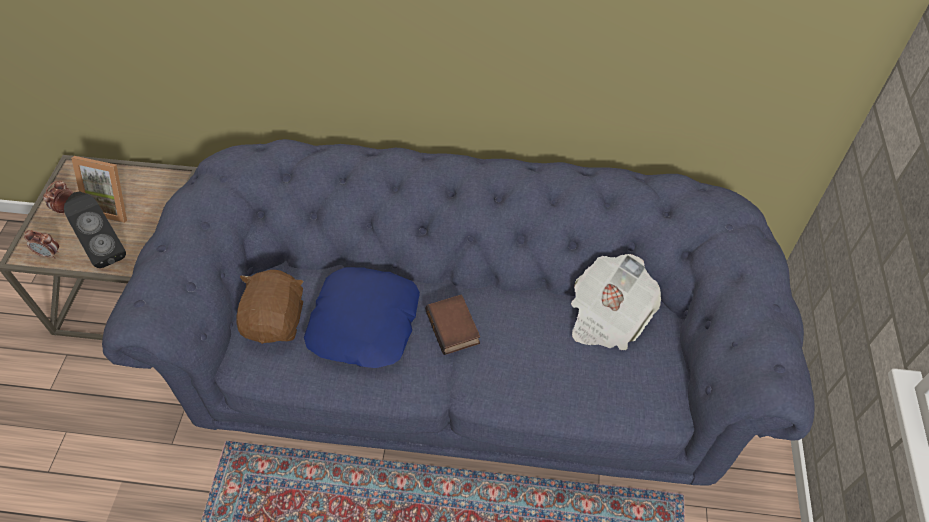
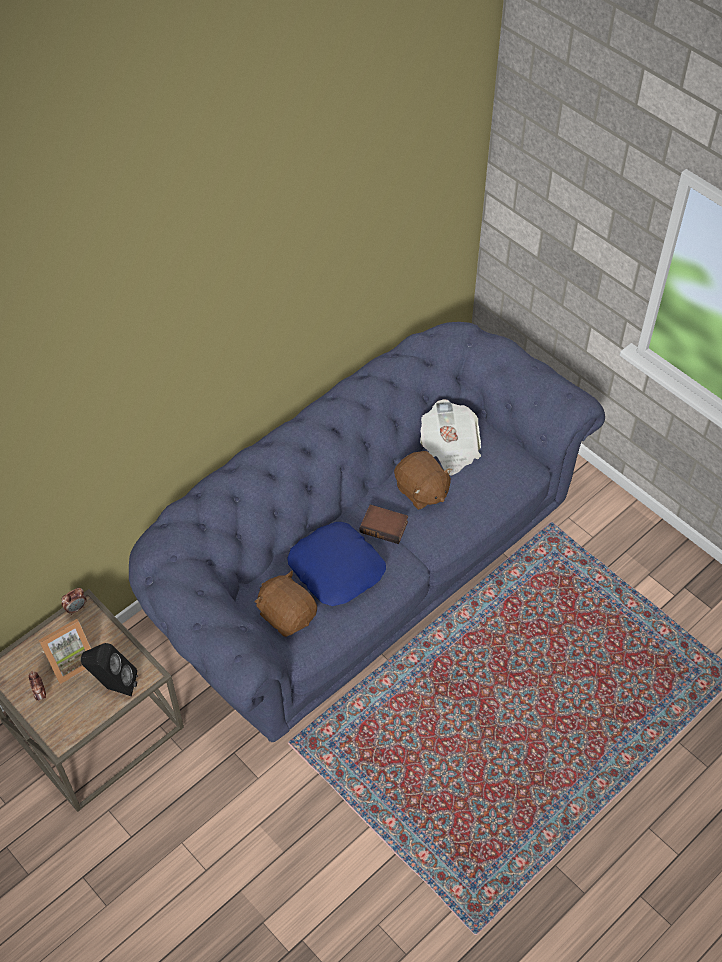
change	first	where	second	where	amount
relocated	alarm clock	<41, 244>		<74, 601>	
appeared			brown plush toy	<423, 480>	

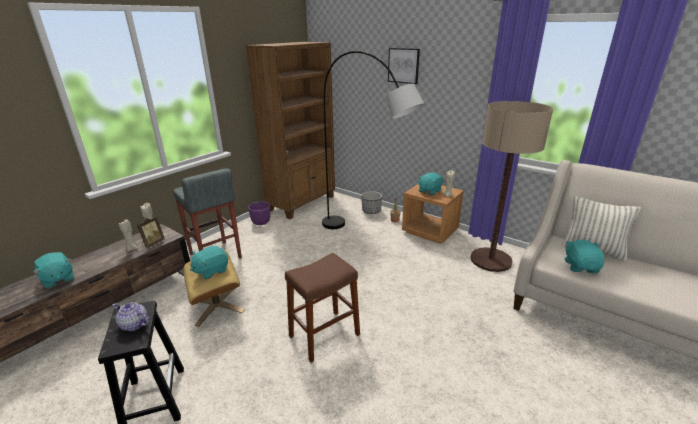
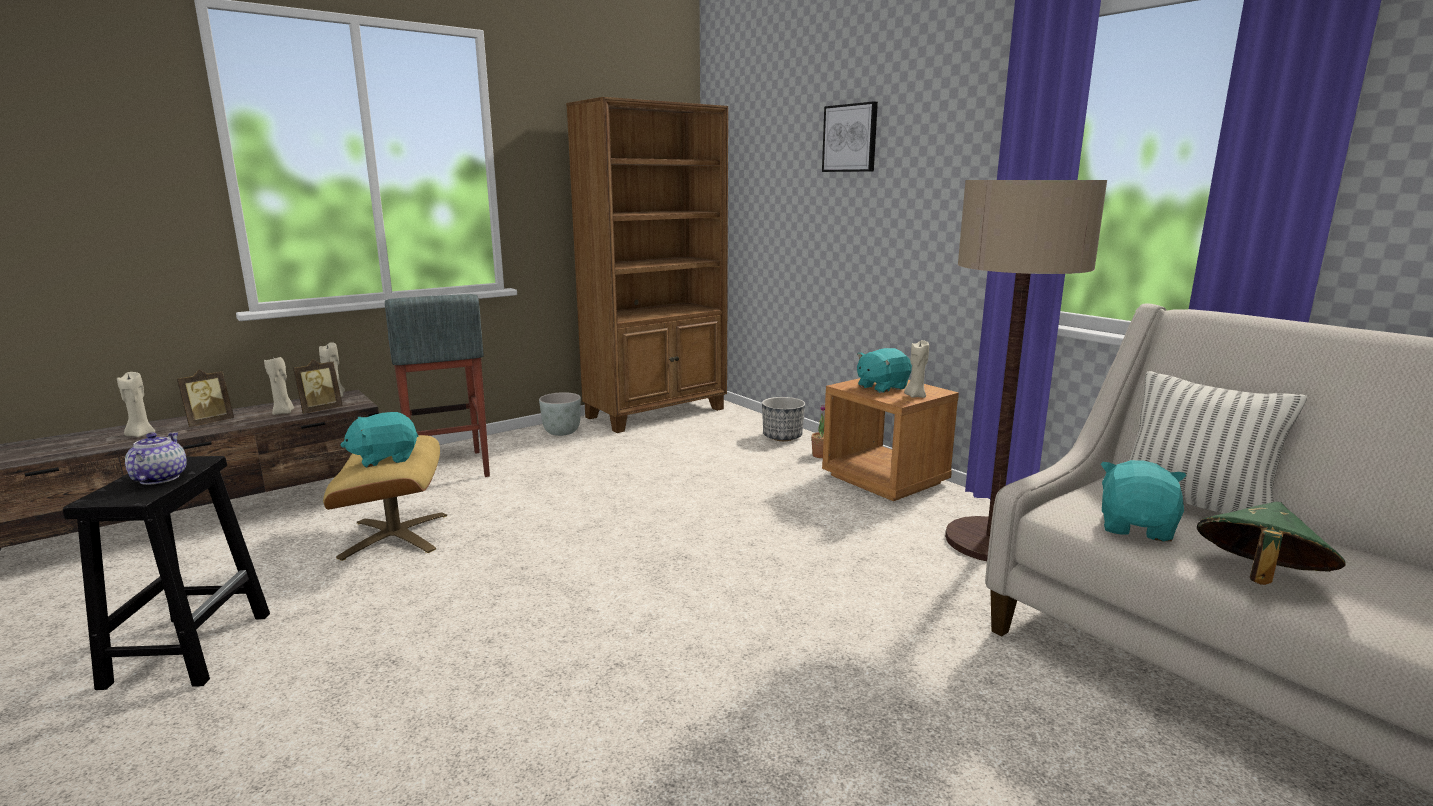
change	first	where	second	where	amount
missing	grey floor lamp	<373, 140>			
colour	purple planter	<259, 213>	grey planter	<560, 414>	
exchanged	turquoise plush toy	<53, 270>	beige candle	<136, 404>	
missing	brown stool	<322, 307>			
spun	teapot	<130, 316>		<156, 458>	45 degrees clockwise
appeared			picture frame	<205, 398>	
appeared			green hat	<1271, 543>	

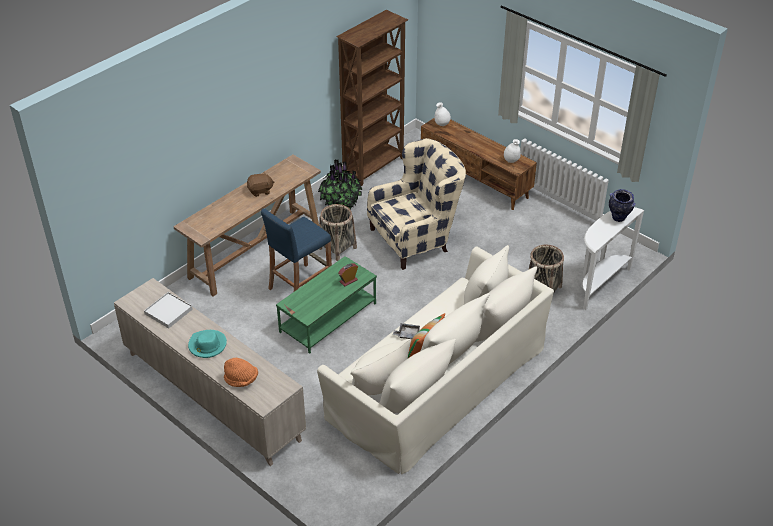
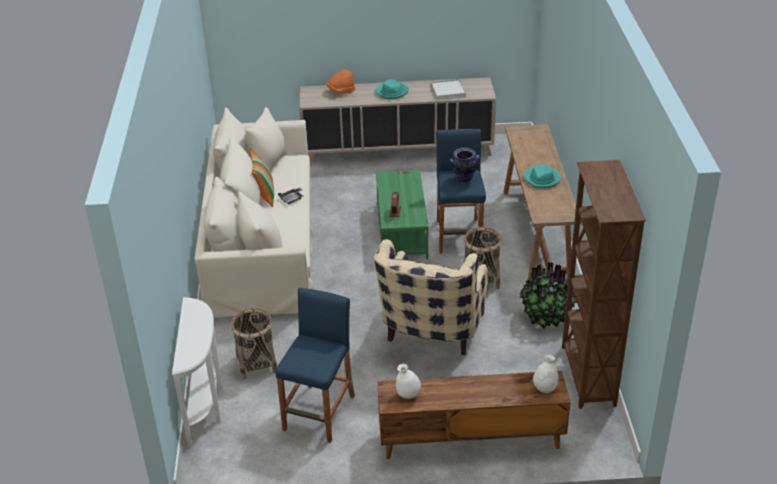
change	first	where	second	where	amount
exchanged	brown plush toy	<260, 184>	turquoise hat	<542, 176>	
relocated	vase	<622, 205>		<464, 165>	
appeared			blue stool	<315, 365>	

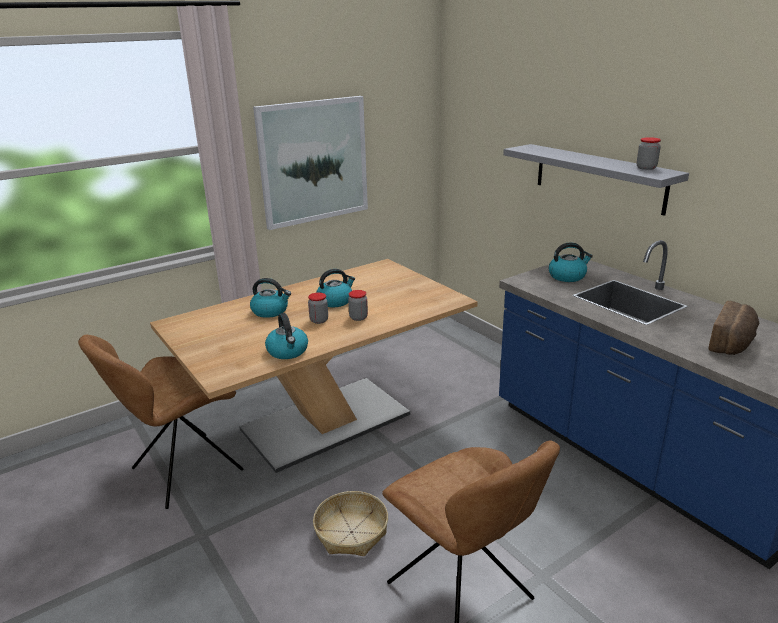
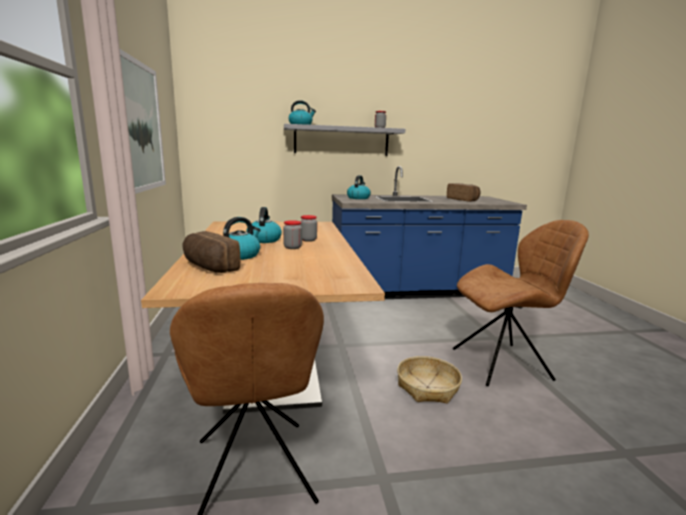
change	first	where	second	where	amount
relocated	kettle	<286, 336>		<302, 112>	
appeared			bread	<211, 252>	

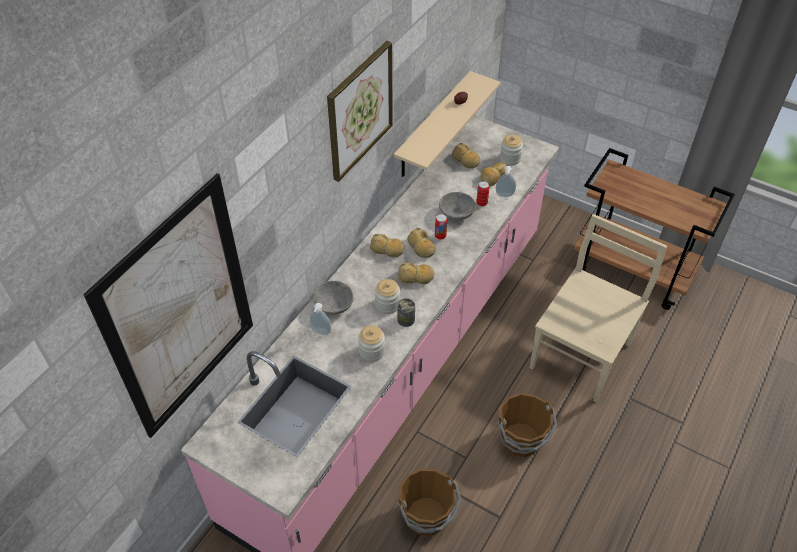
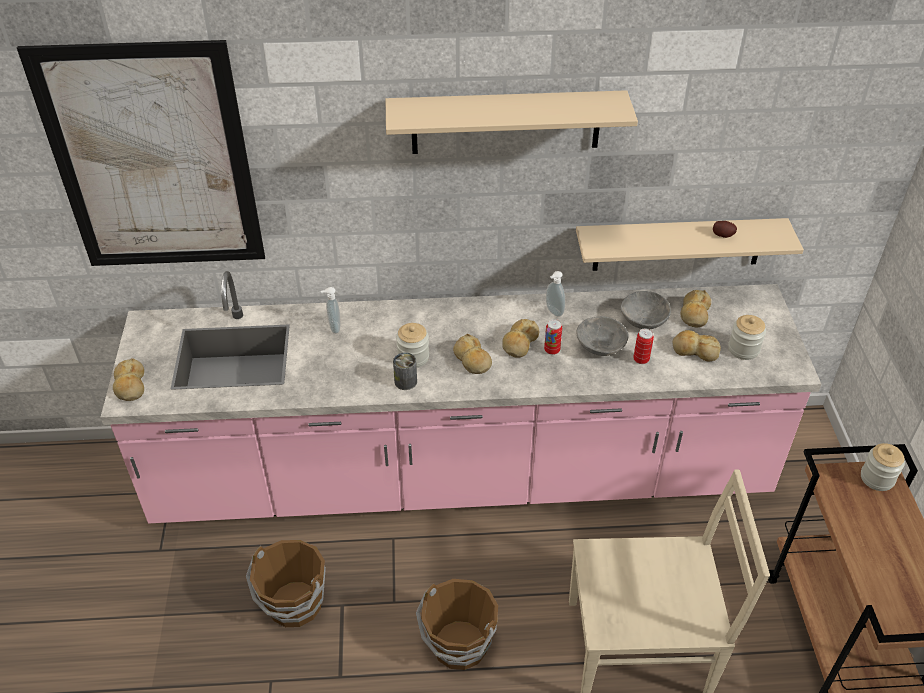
change	first	where	second	where	amount
exchanged	picture	<360, 111>	beige shelf	<512, 122>	
relocated	soap dispenser	<505, 181>		<555, 294>	
relocated	bread	<387, 246>		<128, 379>	
relocated	grey bowl	<333, 298>		<646, 310>	
relocated	jar	<371, 343>		<883, 467>	

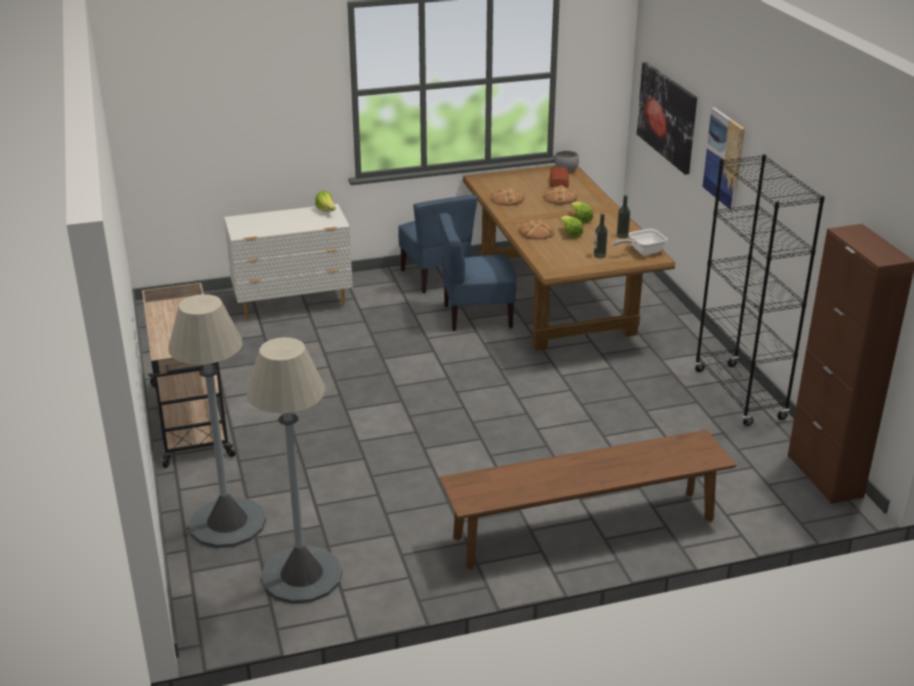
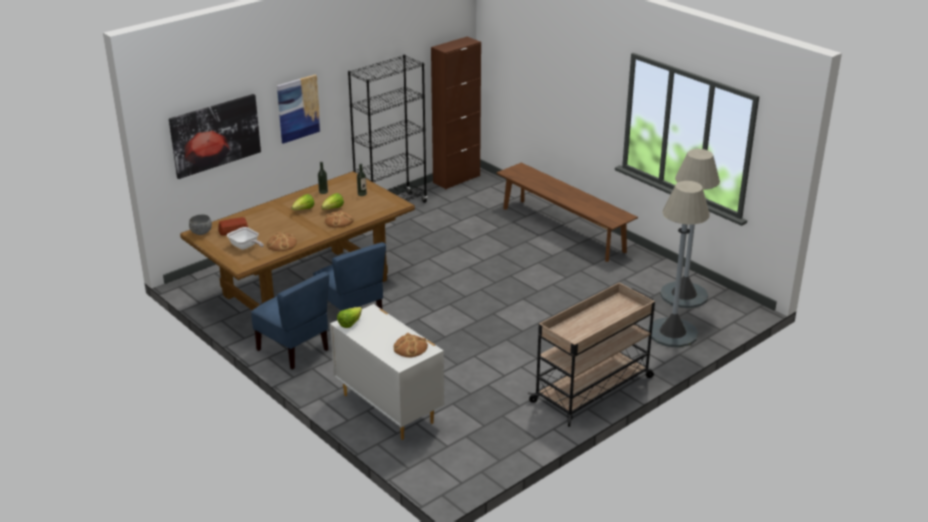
change	first	where	second	where	amount
relocated	bread	<560, 194>		<411, 345>	
spun	blue chair	<437, 244>		<290, 320>	90 degrees clockwise
relocated	frying pan	<640, 242>		<245, 238>	

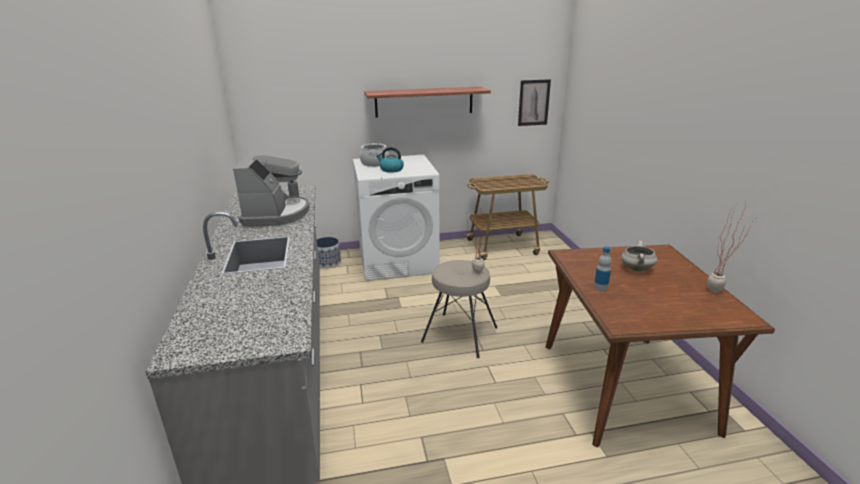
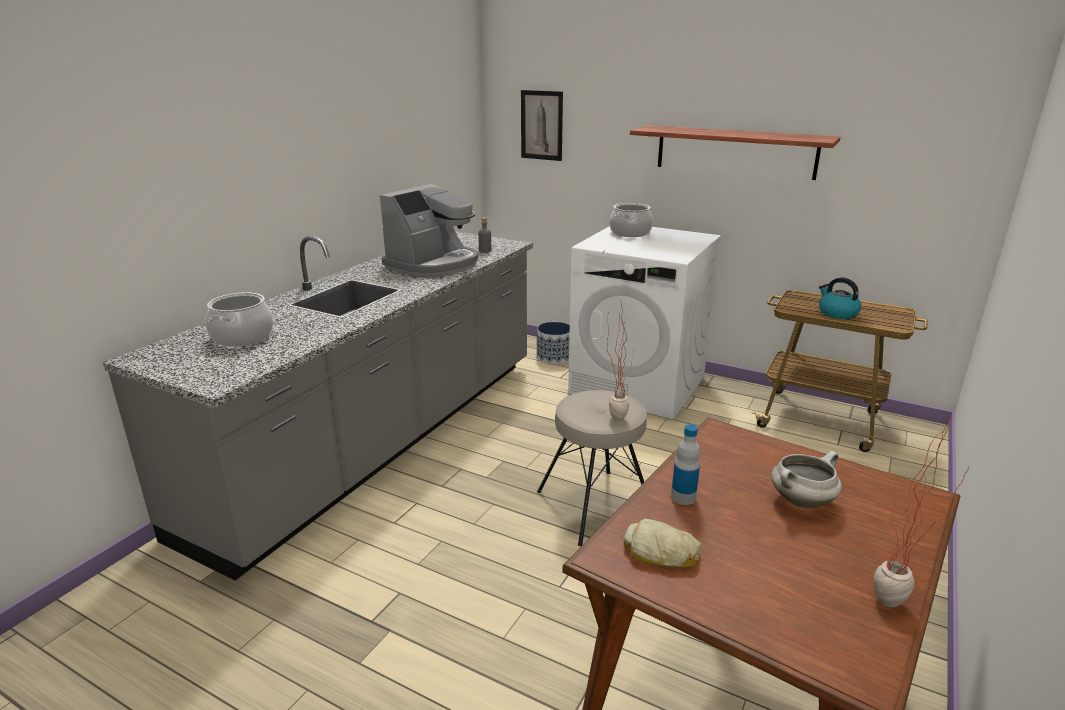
change	first	where	second	where	amount
relocated	picture	<534, 102>		<542, 125>	
relocated	kettle	<390, 160>		<840, 298>	
appeared			cooking pot	<239, 319>	
appeared			bread	<662, 543>	

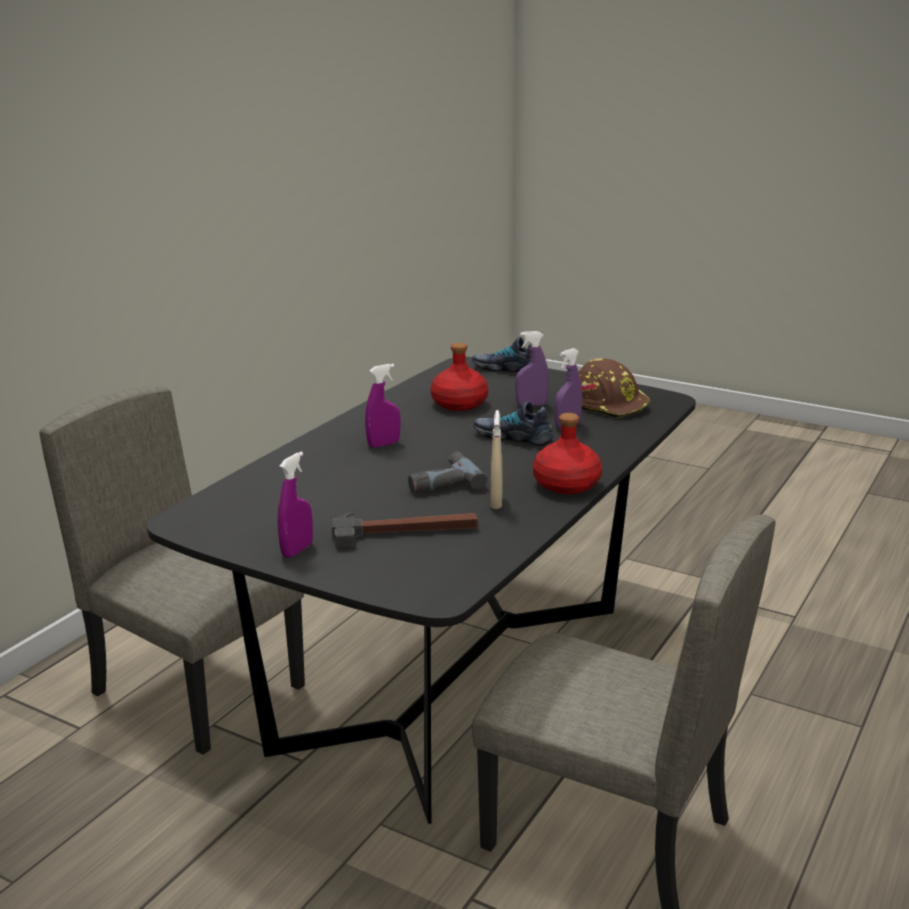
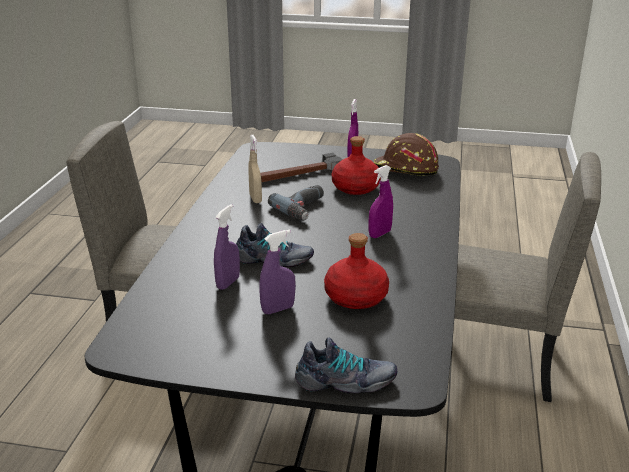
change	first	where	second	where	amount
relocated	brown hard hat	<614, 388>		<406, 154>	
relocated	red bottle	<567, 453>		<356, 165>	

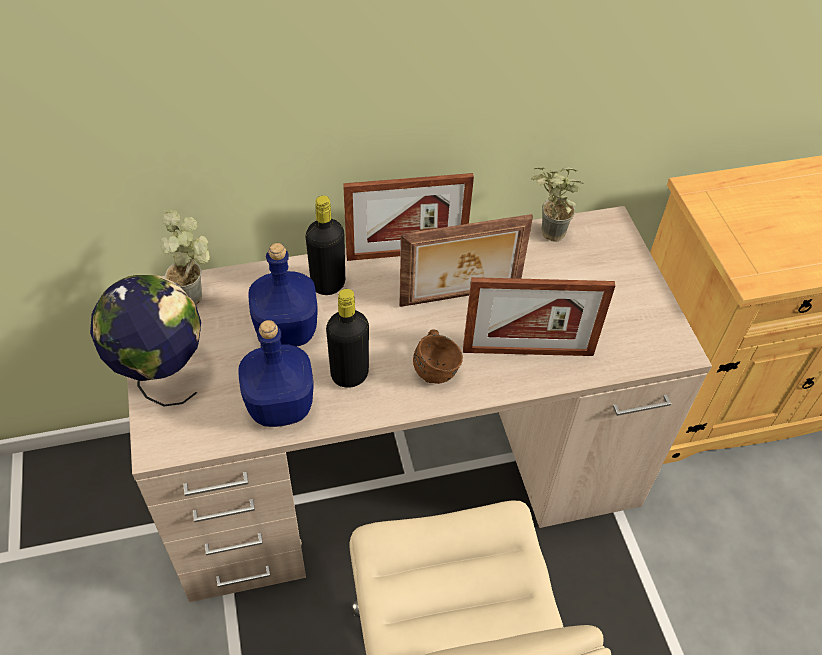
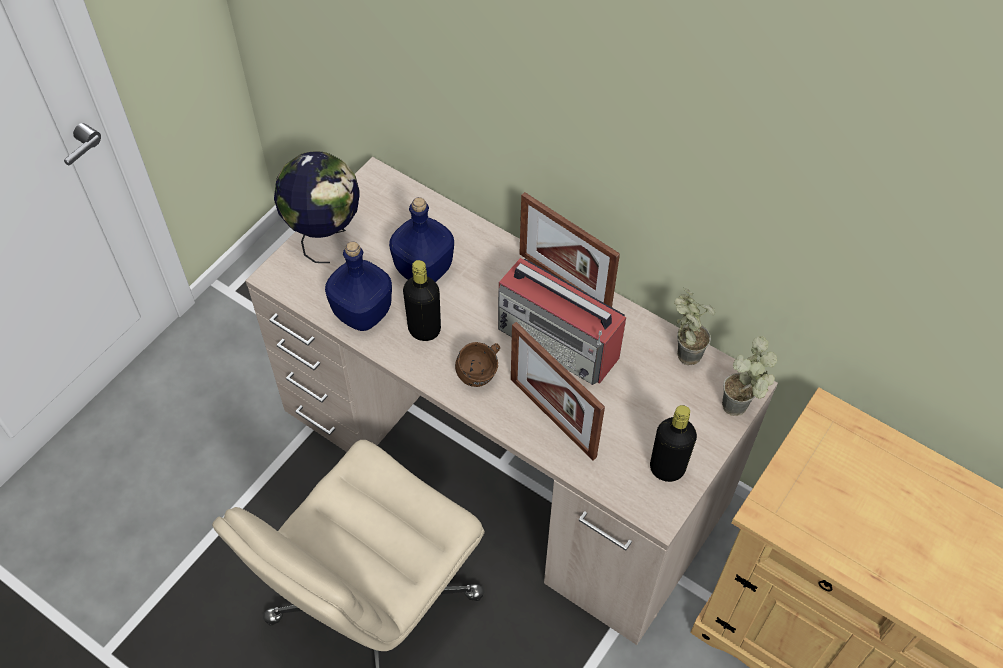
change	first	where	second	where	amount
relocated	black bottle	<325, 245>		<673, 443>	
relocated	potted plant	<185, 257>		<749, 376>	
exchanged	picture frame	<466, 260>	radio	<562, 321>	

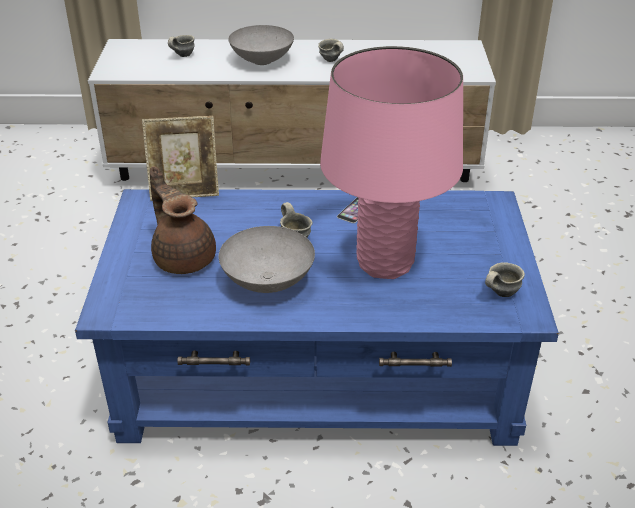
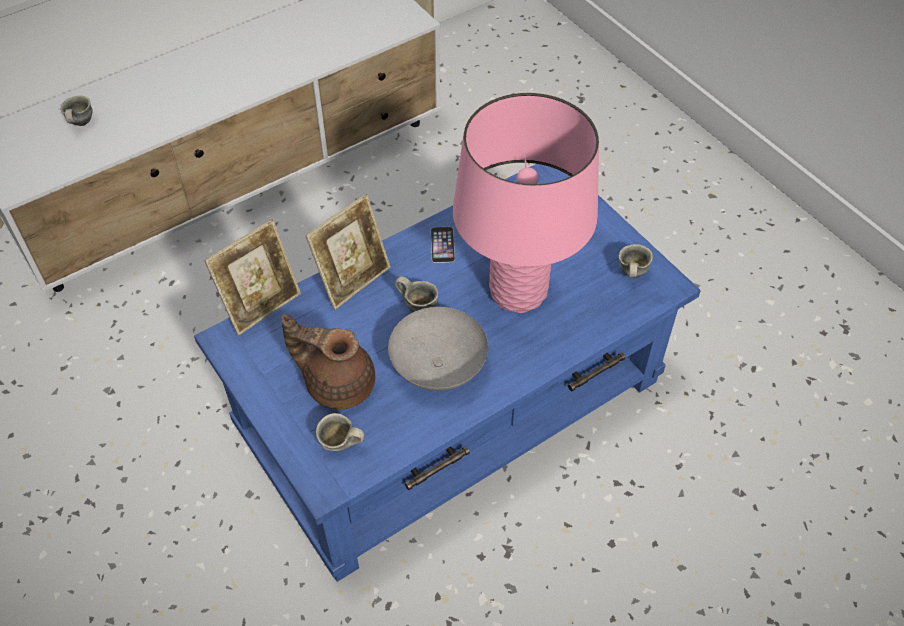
change	first	where	second	where	amount
missing	grey bowl	<261, 45>			
relocated	grey mug	<331, 50>		<340, 432>	
appeared			picture frame	<348, 252>	

